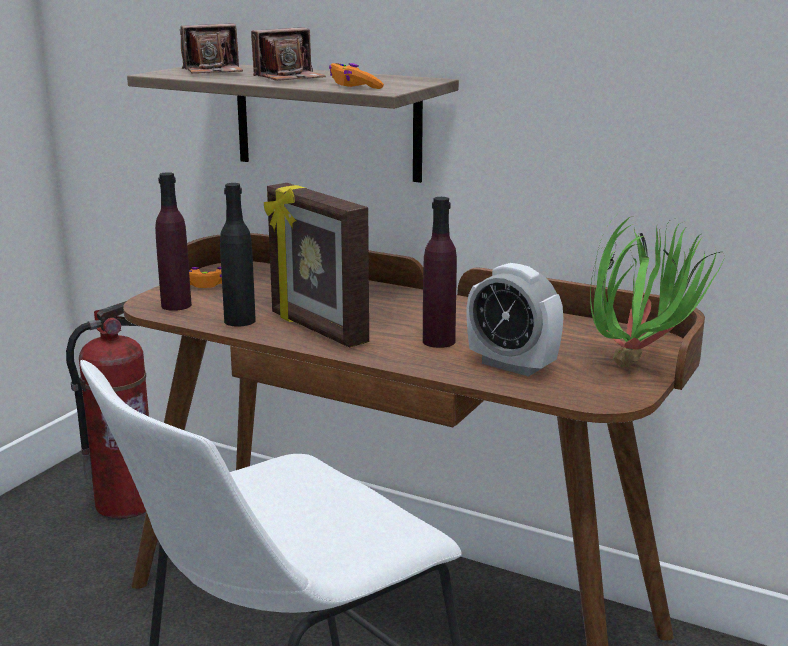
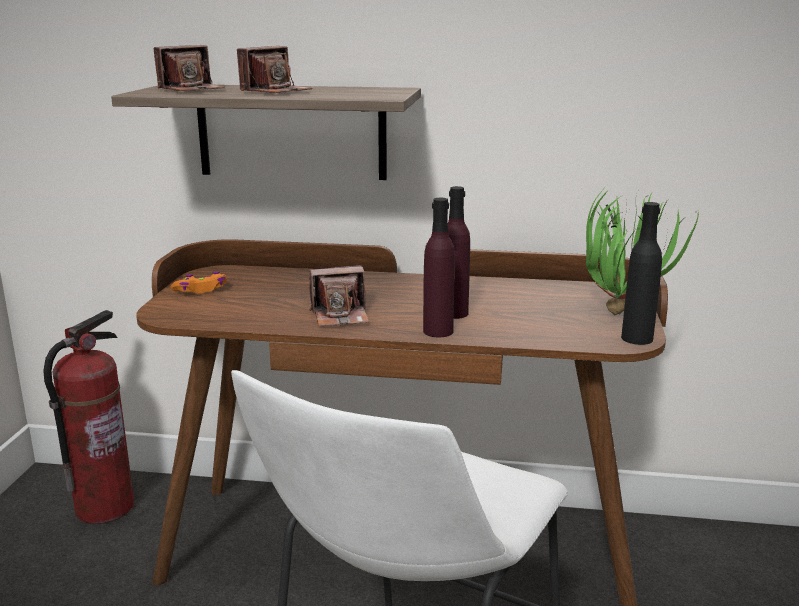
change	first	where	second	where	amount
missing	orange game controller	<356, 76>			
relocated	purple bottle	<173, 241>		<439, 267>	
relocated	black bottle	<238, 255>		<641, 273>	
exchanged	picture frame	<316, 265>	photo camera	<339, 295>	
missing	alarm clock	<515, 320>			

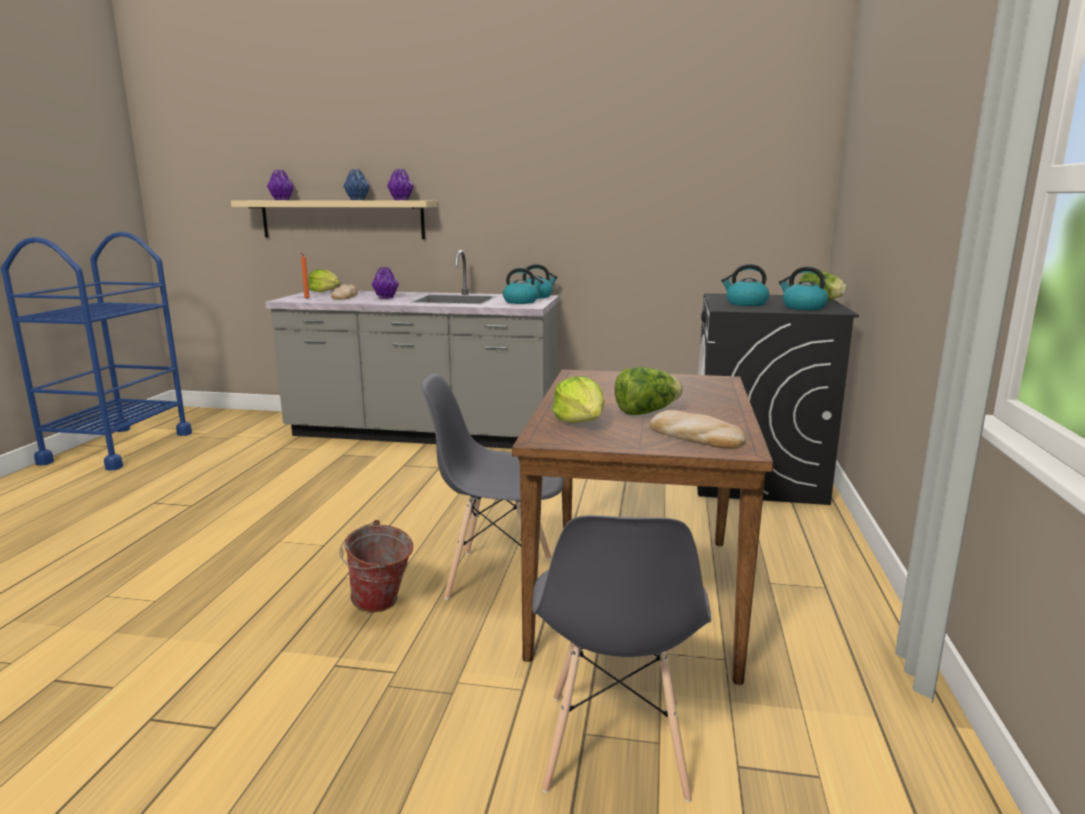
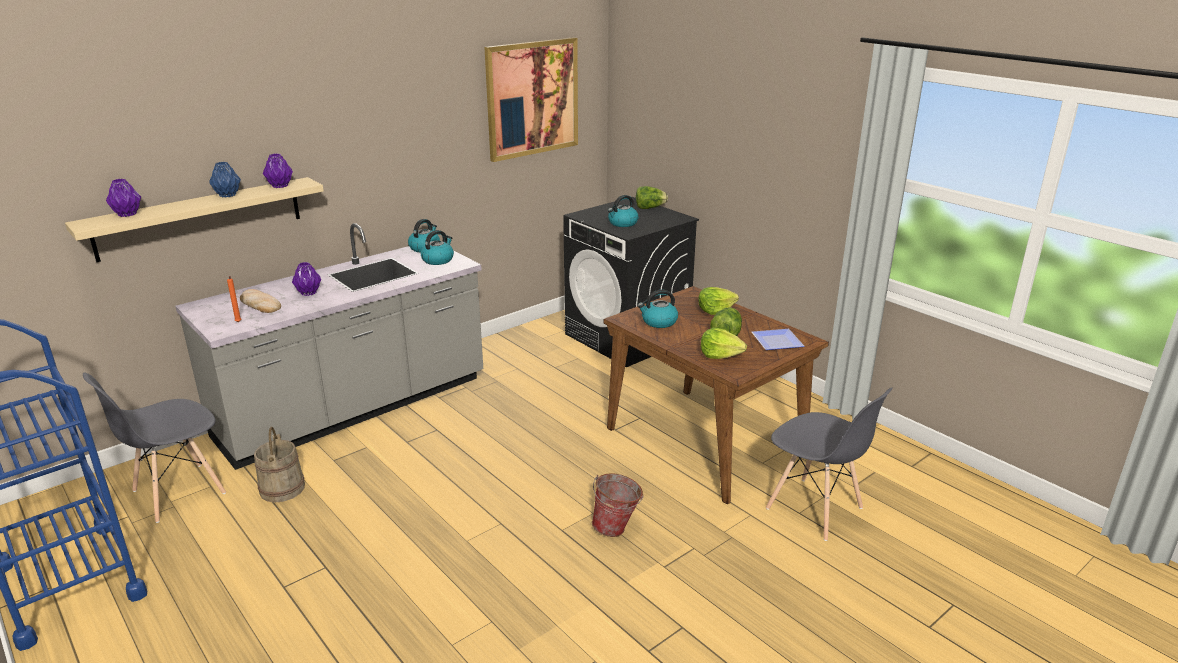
change	first	where	second	where	amount
relocated	kettle	<803, 288>		<658, 309>	
relocated	lettuce	<324, 280>		<718, 301>	
relocated	grey chair	<492, 487>		<154, 447>	
exchanged	bread	<698, 429>	plate	<778, 339>	
appeared			picture	<531, 99>	
appeared			beige bucket	<279, 464>	

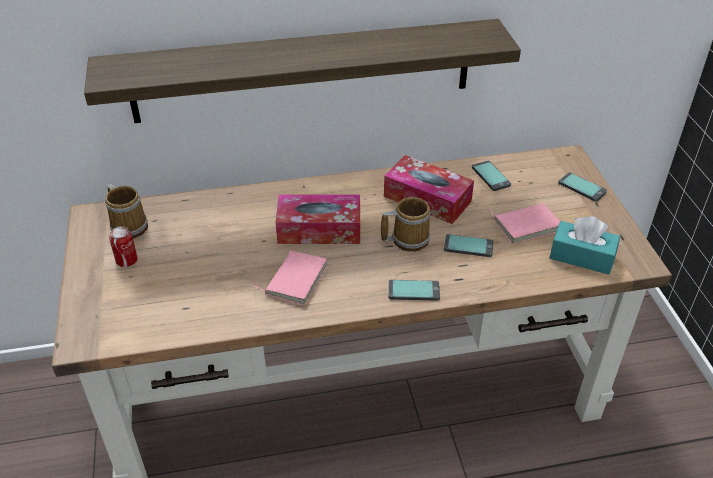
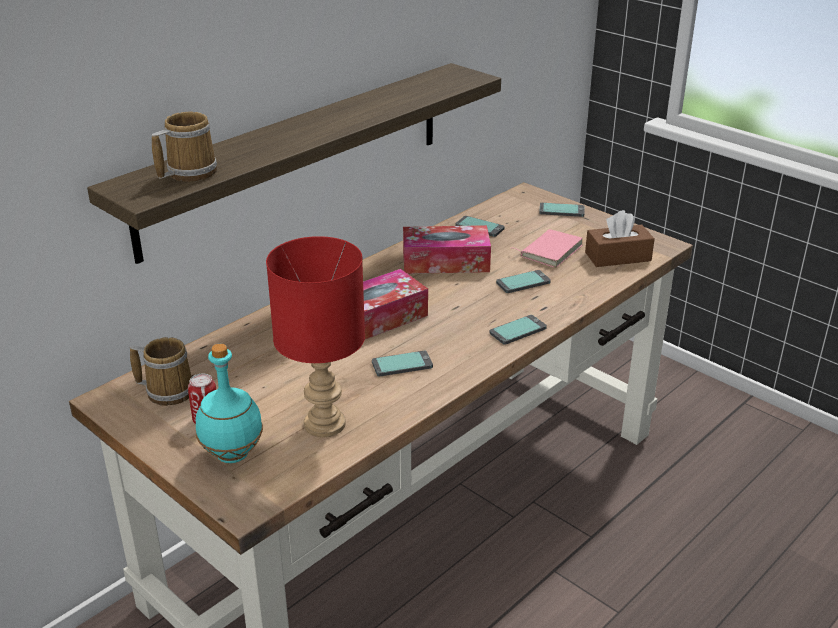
change	first	where	second	where	amount
relocated	mug	<405, 224>		<184, 147>	
colour	turquoise tissue box	<585, 245>	brown tissue box	<620, 238>	
exchanged	pink book	<290, 278>	phone	<402, 364>	
appeared			red table lamp	<315, 336>	
appeared			turquoise bottle	<229, 403>	

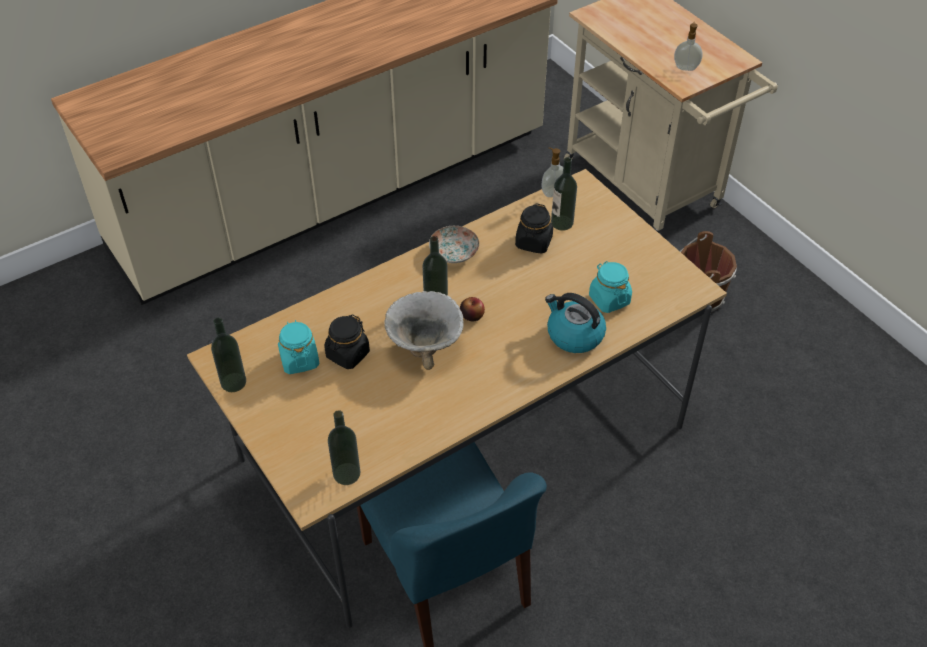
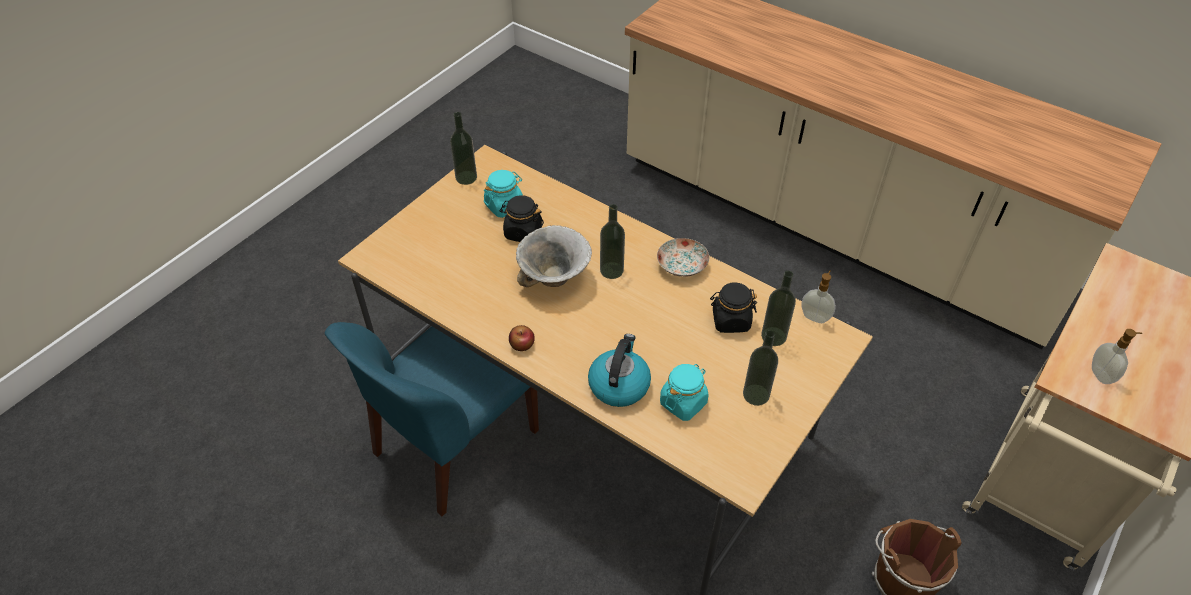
change	first	where	second	where	amount
relocated	apple	<472, 309>		<522, 338>	
relocated	bottle	<344, 447>		<760, 368>	

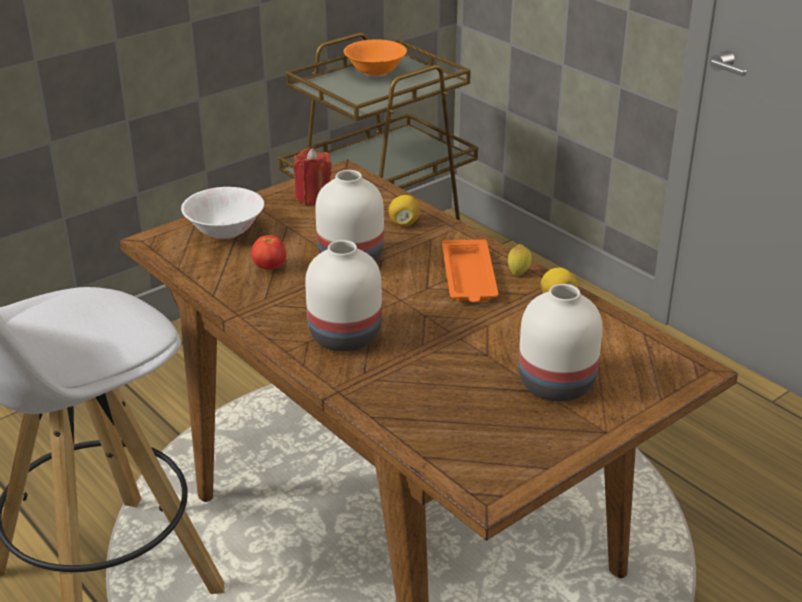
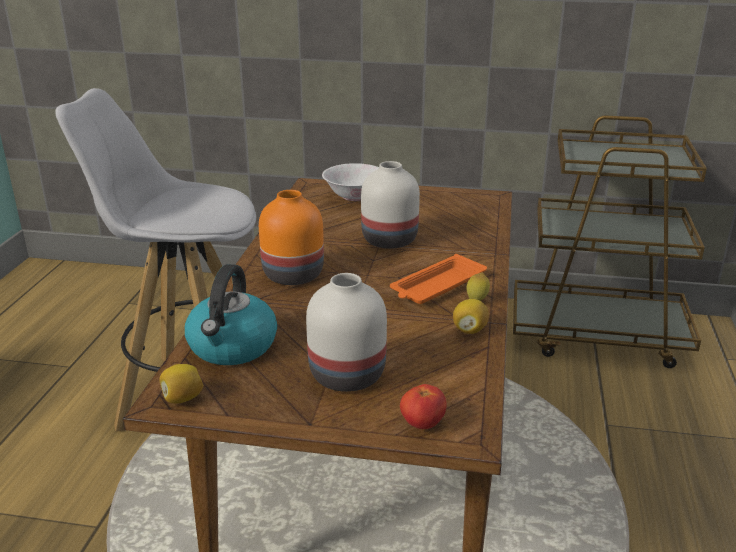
change	first	where	second	where	amount
missing	orange bowl	<375, 58>			
missing	red candle	<313, 176>			
relocated	lemon	<404, 210>		<181, 384>	
relocated	tomato	<268, 252>		<423, 406>	
colour	white vase	<343, 296>	orange vase	<291, 237>	
appeared			kettle	<231, 314>	

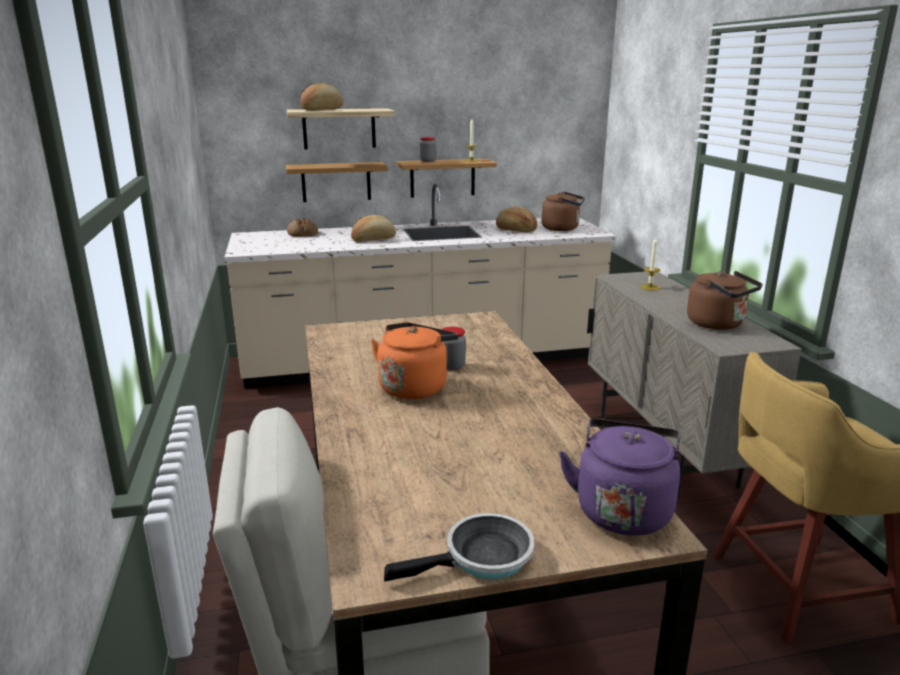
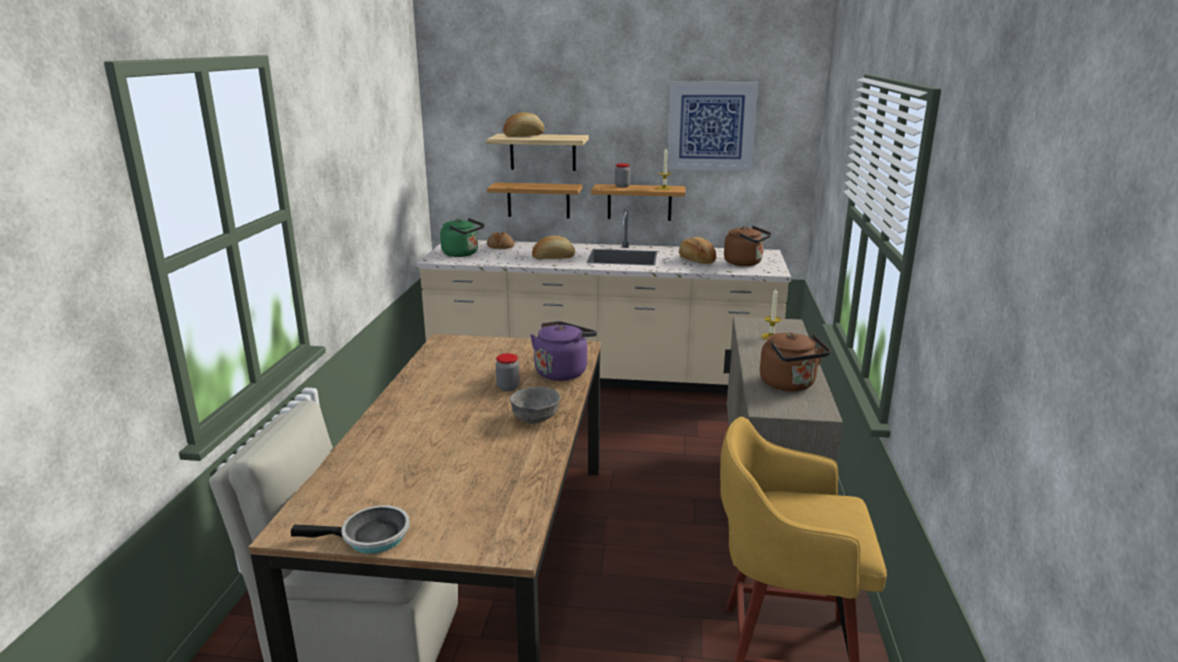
change	first	where	second	where	amount
missing	orange kettle	<414, 360>			
relocated	purple kettle	<619, 477>		<563, 351>	
appeared			picture	<712, 126>	
appeared			green kettle	<462, 237>	
appeared			grey bowl	<535, 405>	

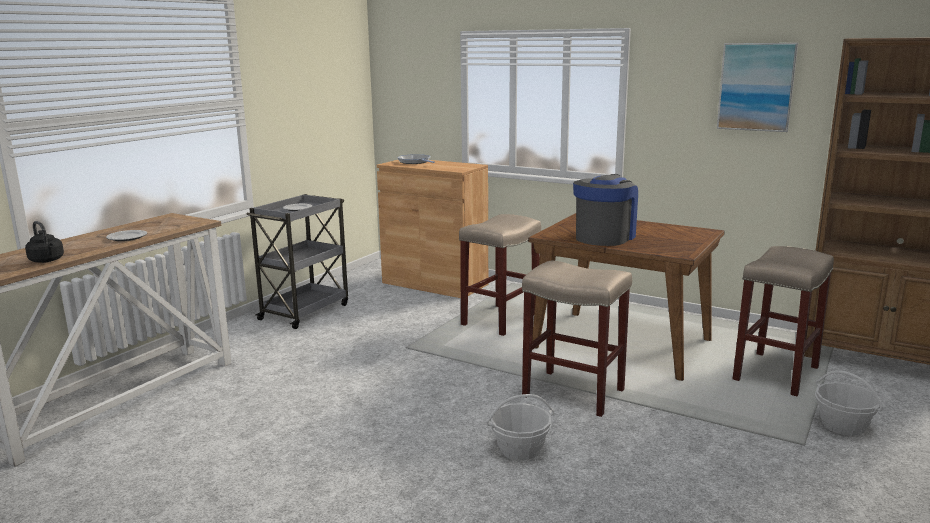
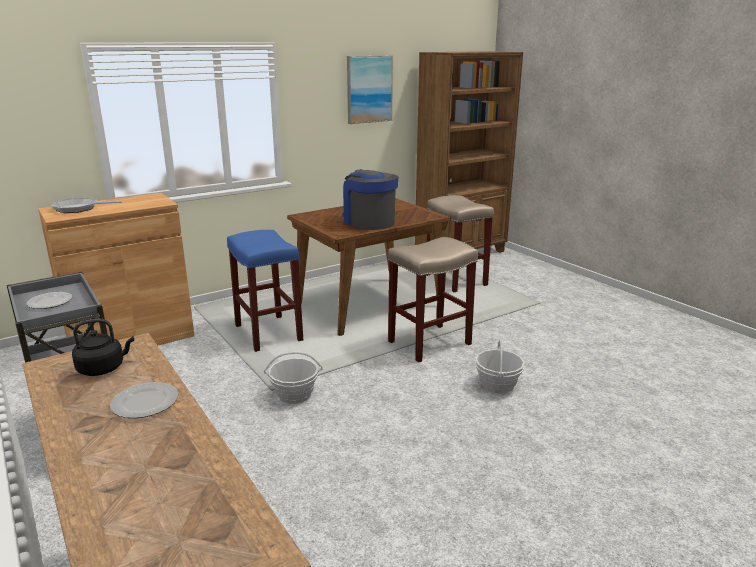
change	first	where	second	where	amount
colour	beige stool	<500, 275>	blue stool	<265, 291>	
relocated	black kettle	<44, 242>		<103, 347>	
relocated	basket	<849, 403>		<293, 378>	

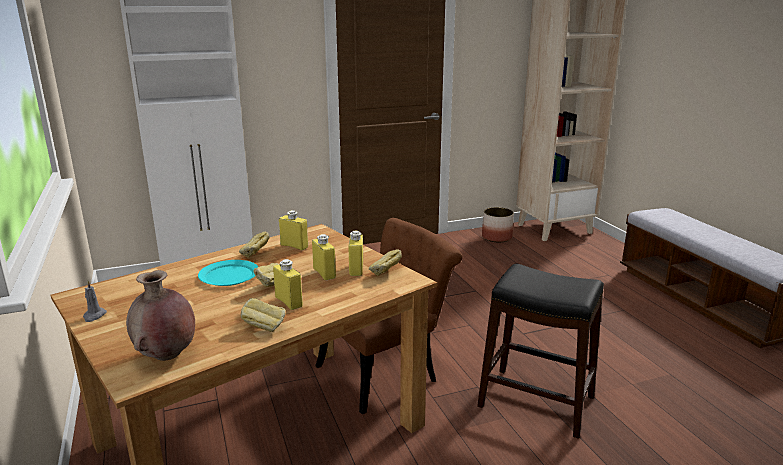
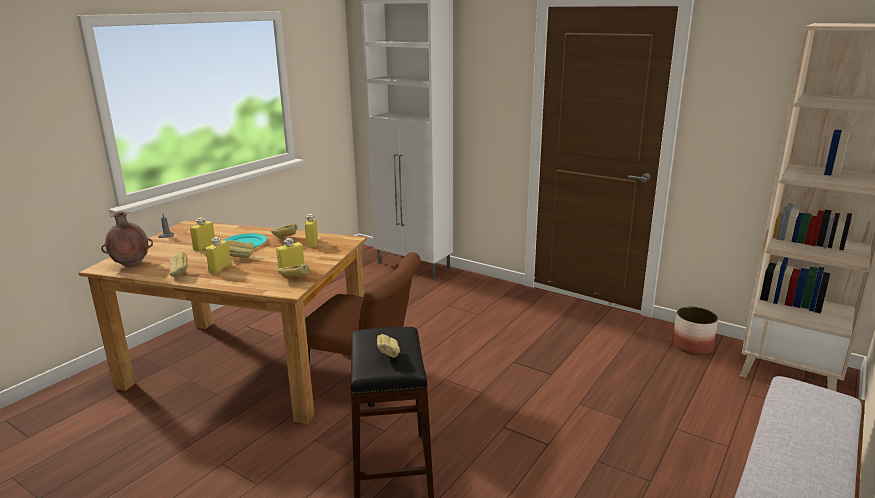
change	first	where	second	where	amount
relocated	yellow bottle	<324, 257>		<202, 234>	
appeared			bread	<388, 346>	

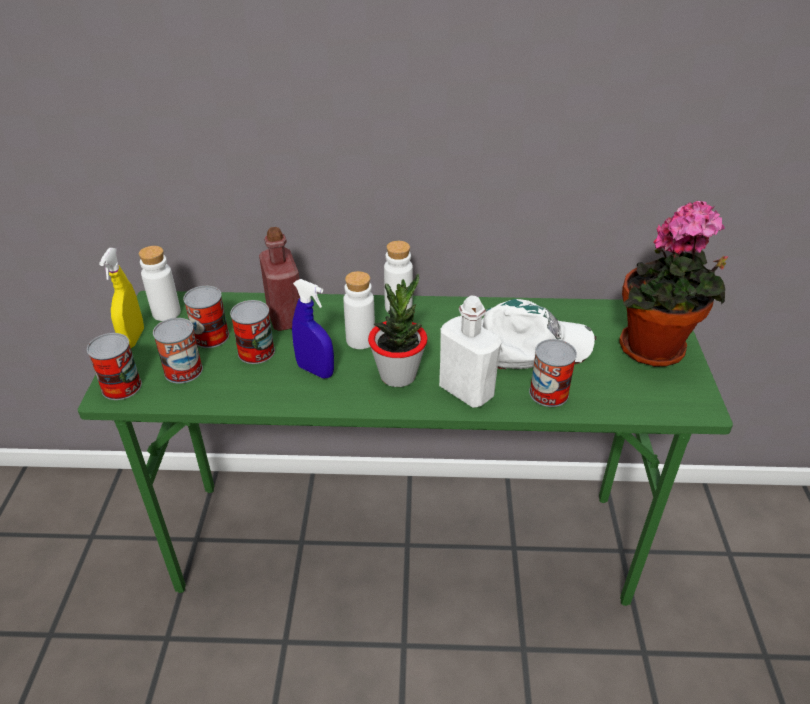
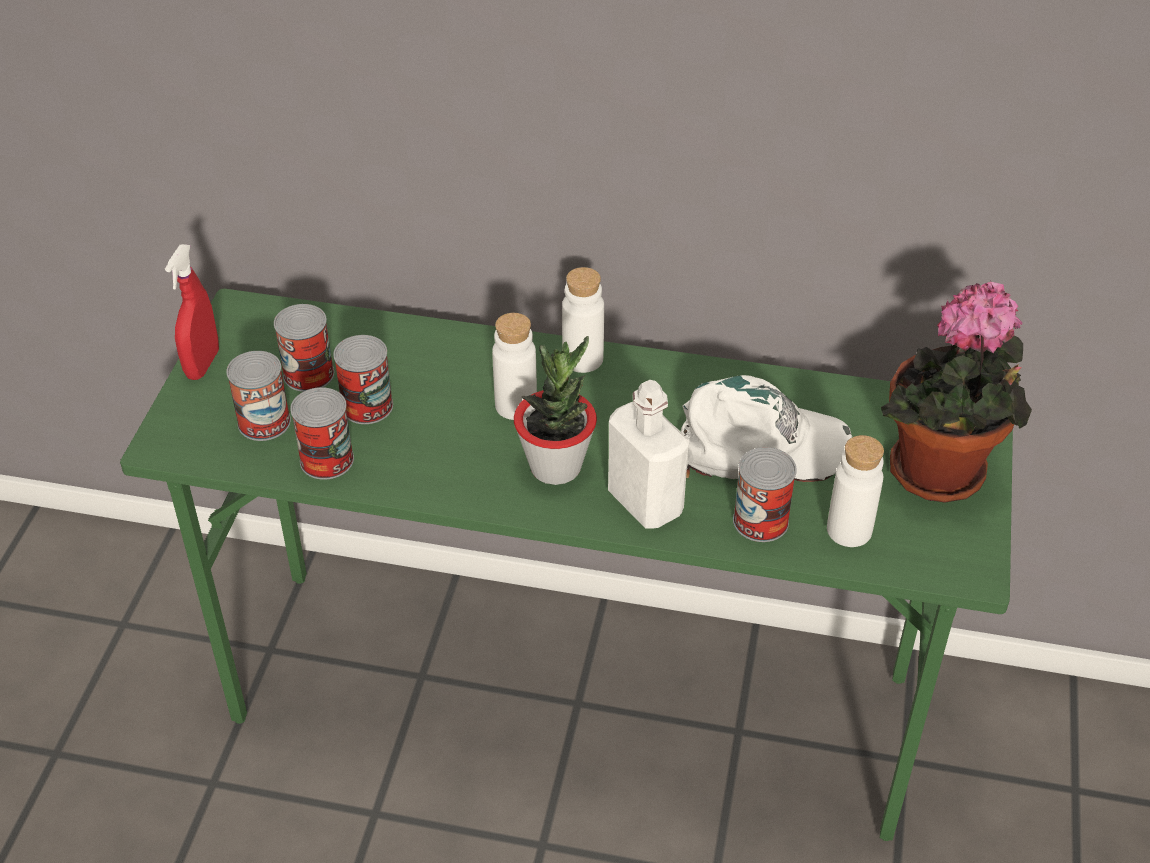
change	first	where	second	where	amount
missing	red bottle	<279, 279>			
relocated	white bottle	<160, 283>		<855, 491>	
colour	yellow spray bottle	<121, 298>	red spray bottle	<192, 312>	
missing	blue spray bottle	<313, 328>			
relocated	can	<114, 366>		<322, 433>	

